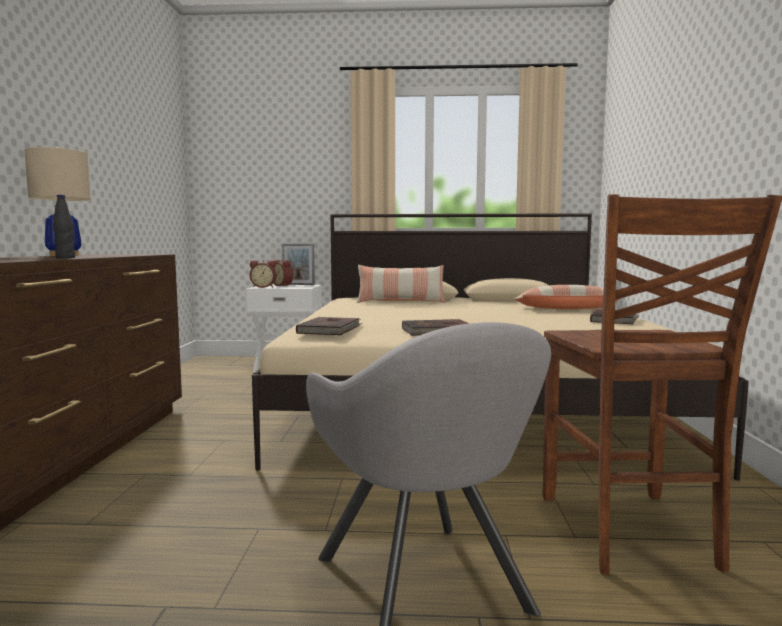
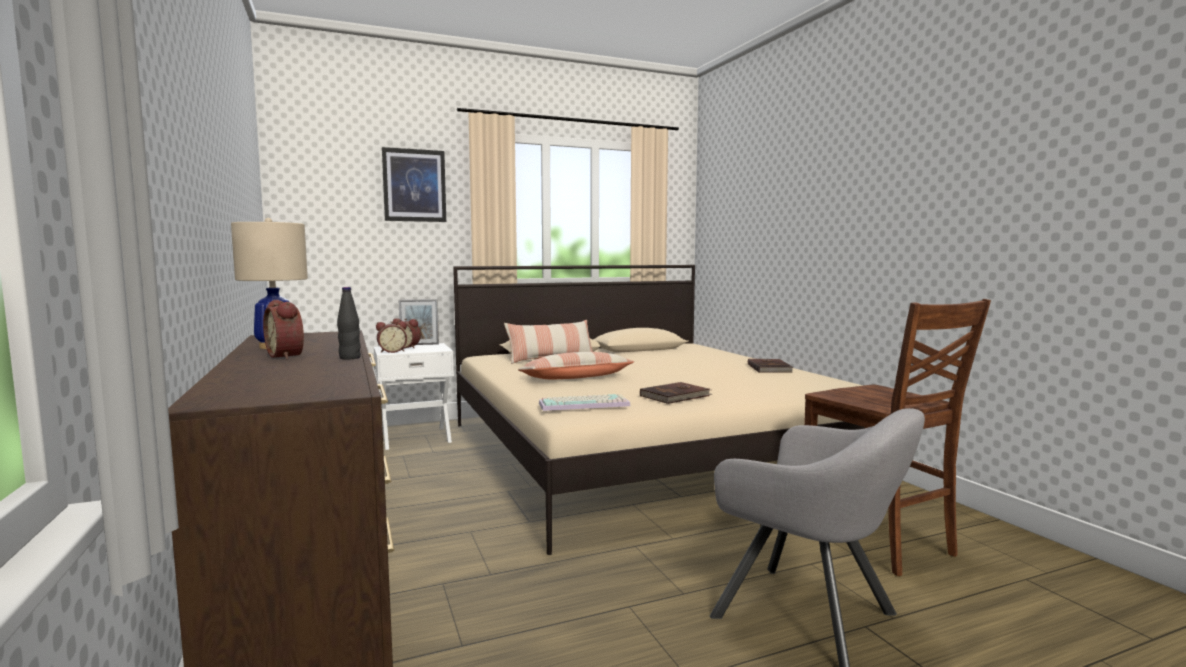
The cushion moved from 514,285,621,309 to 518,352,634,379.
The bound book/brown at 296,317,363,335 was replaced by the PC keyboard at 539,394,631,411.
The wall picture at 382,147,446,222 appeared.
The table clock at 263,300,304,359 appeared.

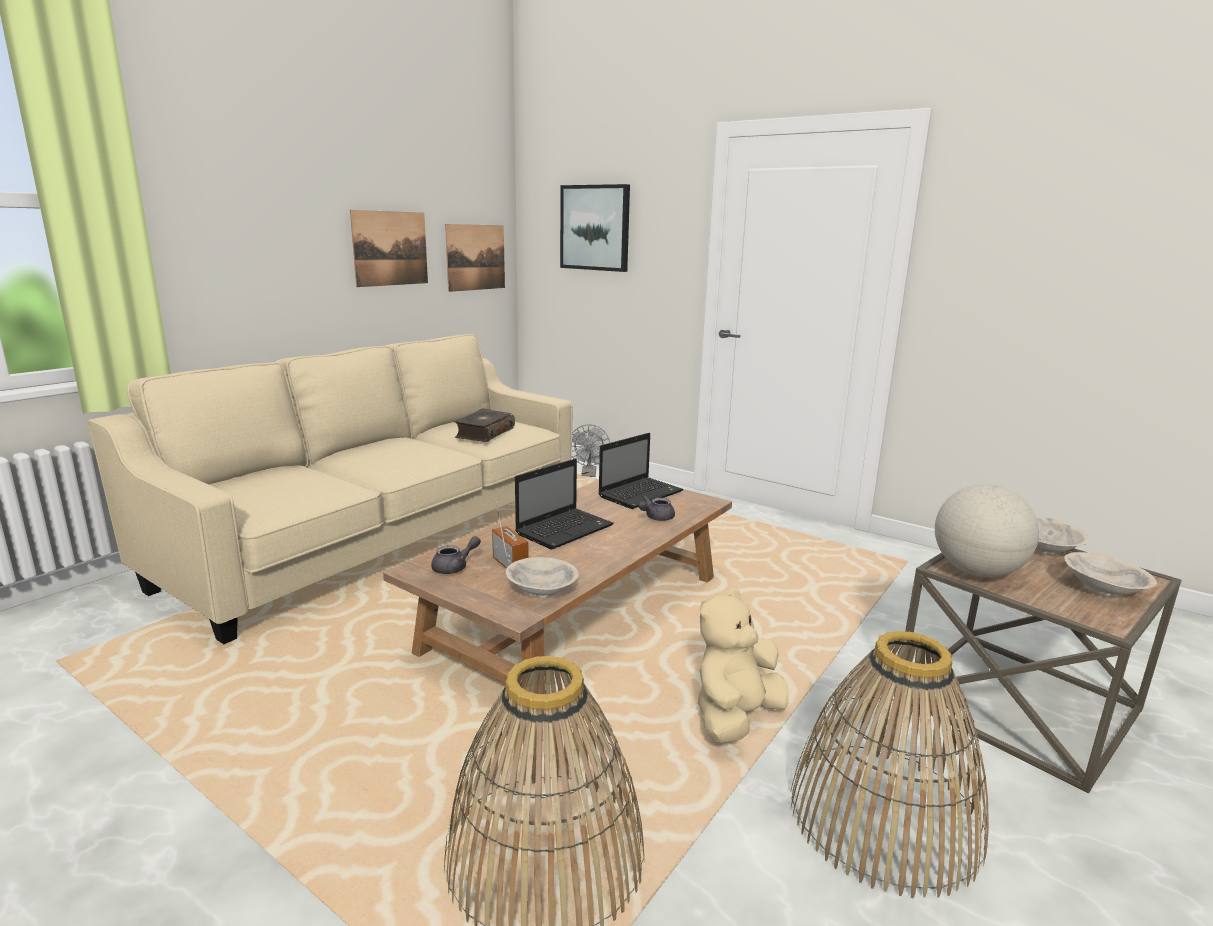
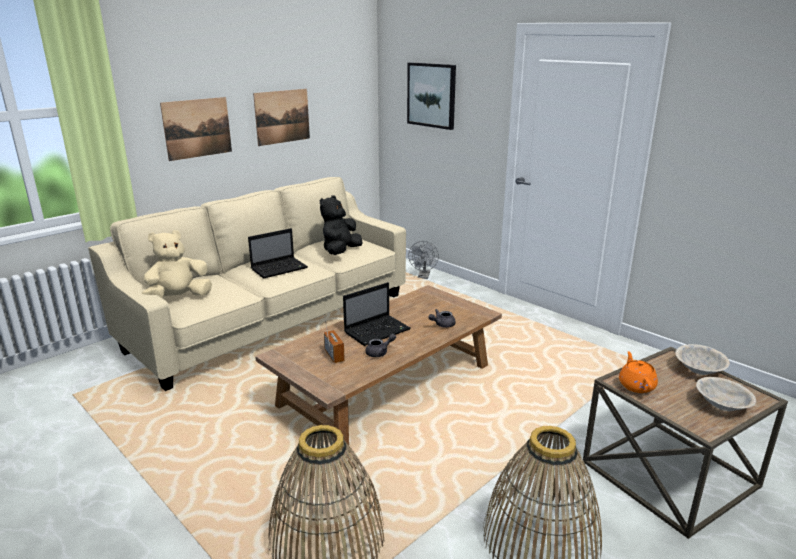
The wall picture moved from 445,224,505,292 to 160,97,232,161.
The bound book at 454,408,515,442 was replaced by the plush toy/black at 320,195,362,255.
The laptop moved from 598,433,683,509 to 248,228,308,279.
The world globe at 935,484,1039,577 was replaced by the teapot/orange-coloured at 619,351,658,393.
The teapot/greyish moved from 431,536,481,574 to 365,334,396,357.
The bowl/beige at 506,557,579,597 disappeared.
The plush toy/beige moved from 698,588,789,744 to 142,230,212,299.

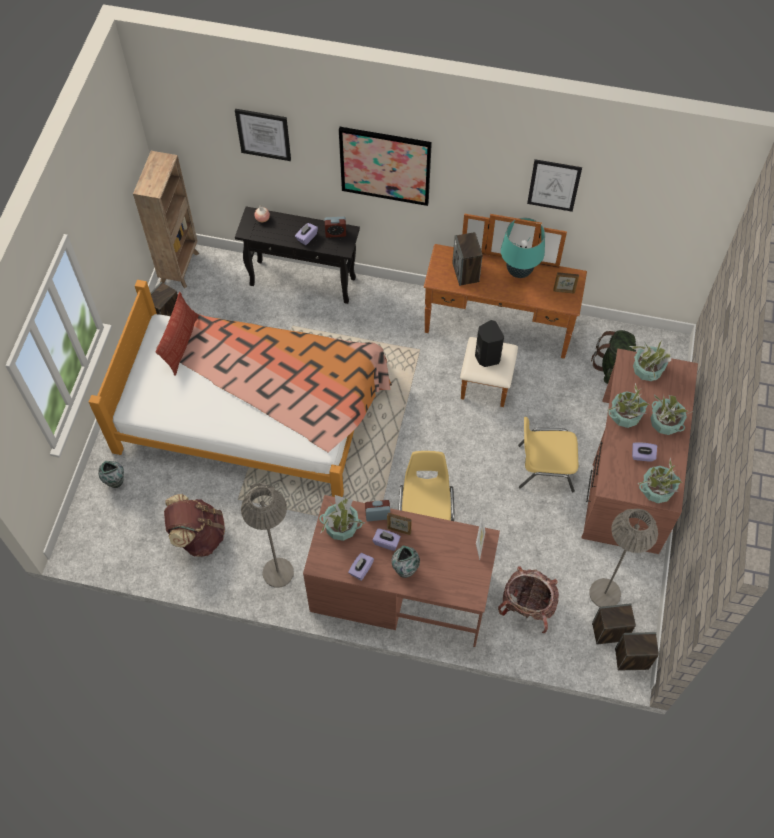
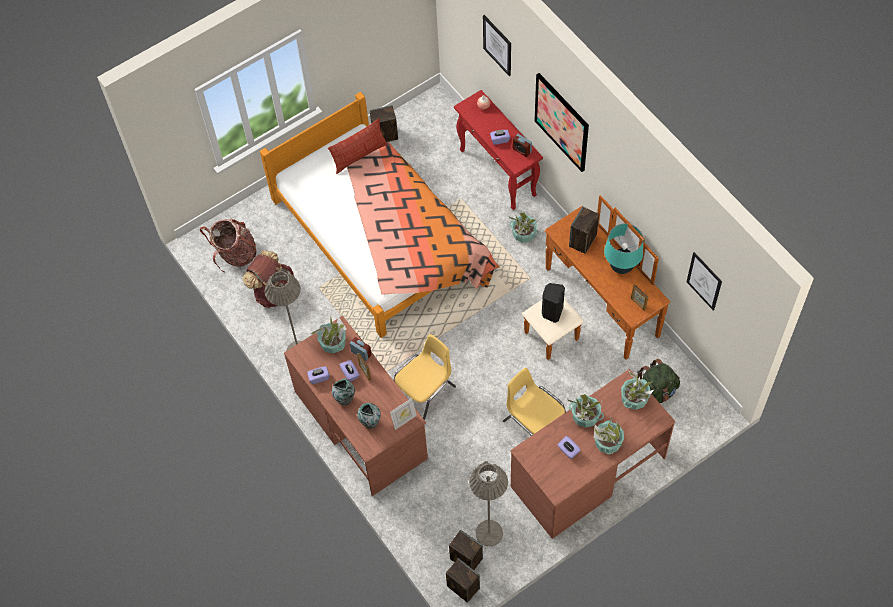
The shelving unit/brown at 133,151,199,288 disappeared.
The wall picture moved from 527,159,582,212 to 687,252,722,311.
The console table/black at 235,207,360,304 became the console table/reddish at 454,90,543,210.
The plant in a pot moved from 638,458,682,503 to 509,212,539,243.
The vase moved from 98,461,124,488 to 357,403,381,429.
The knapsack moved from 498,566,559,633 to 200,219,256,273.

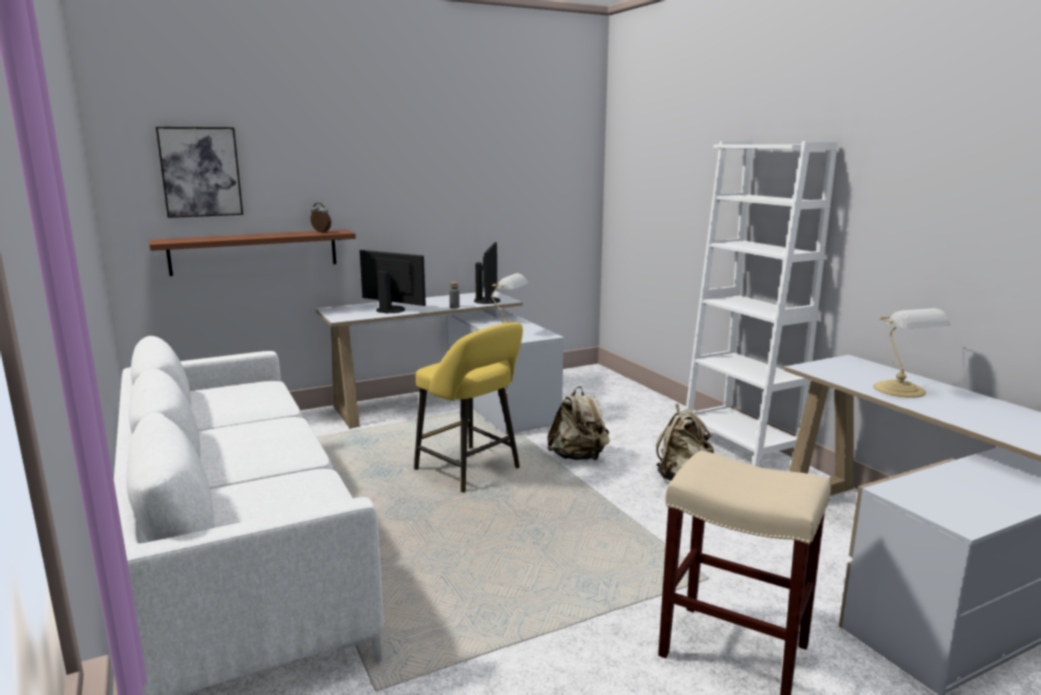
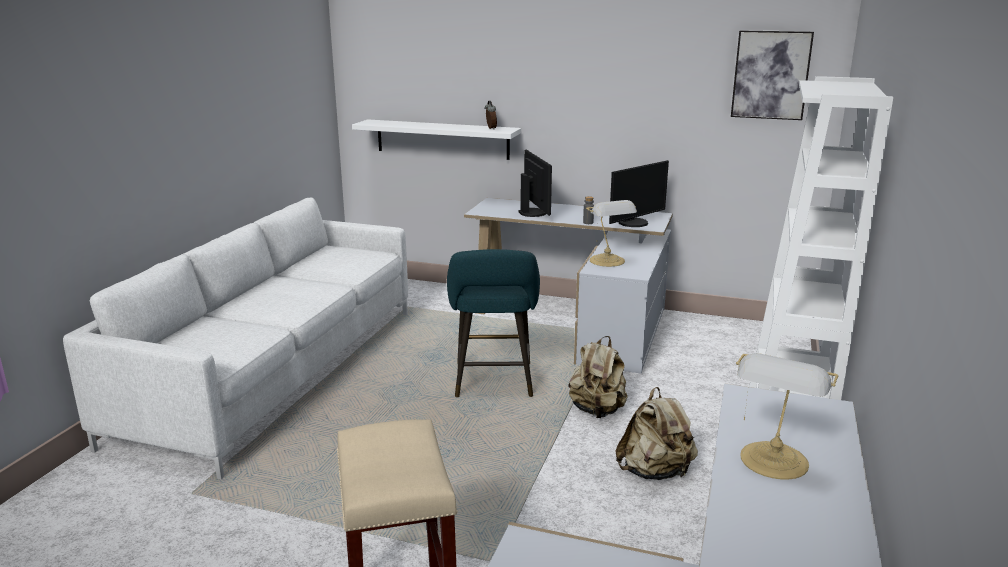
The wall picture moved from 156,127,243,218 to 731,30,814,120.
The bracket shelf/brown at 149,229,356,276 became the bracket shelf/white-coloured at 352,119,521,160.
The stool/yellow at 414,322,523,493 became the stool/turquoise at 447,249,540,398.

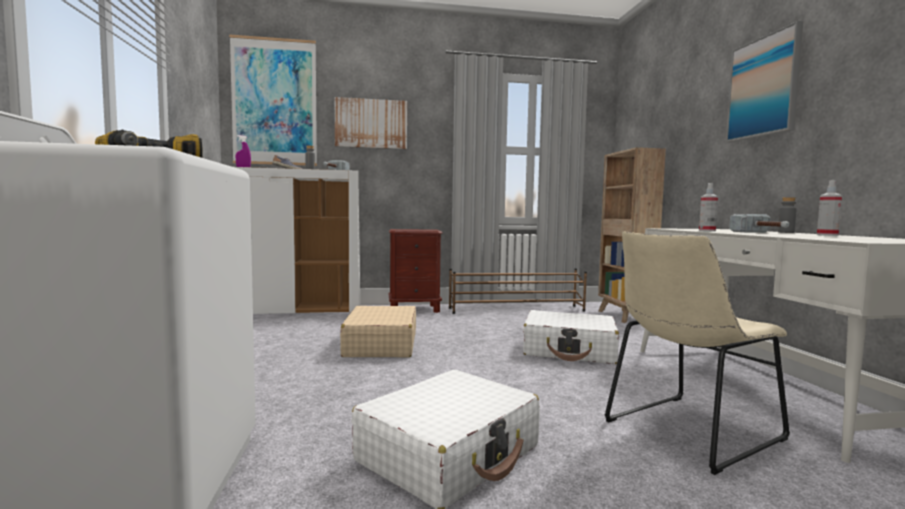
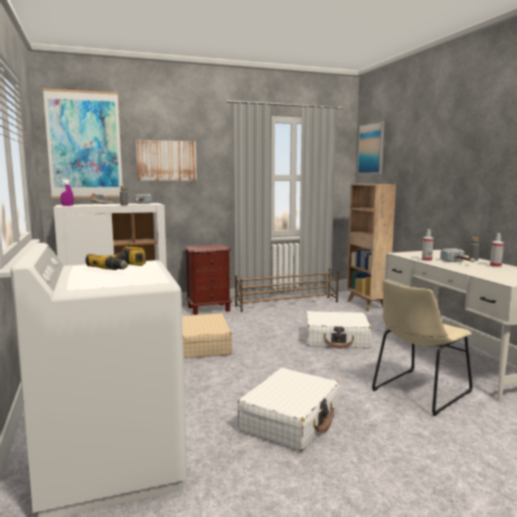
The wall picture moved from 726,21,803,142 to 357,121,385,174.

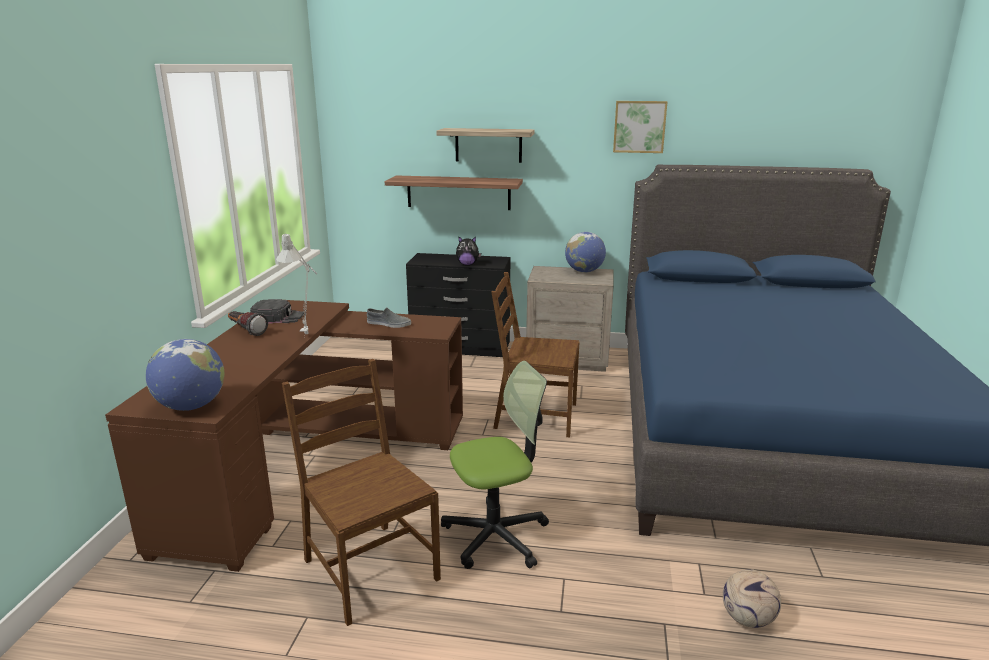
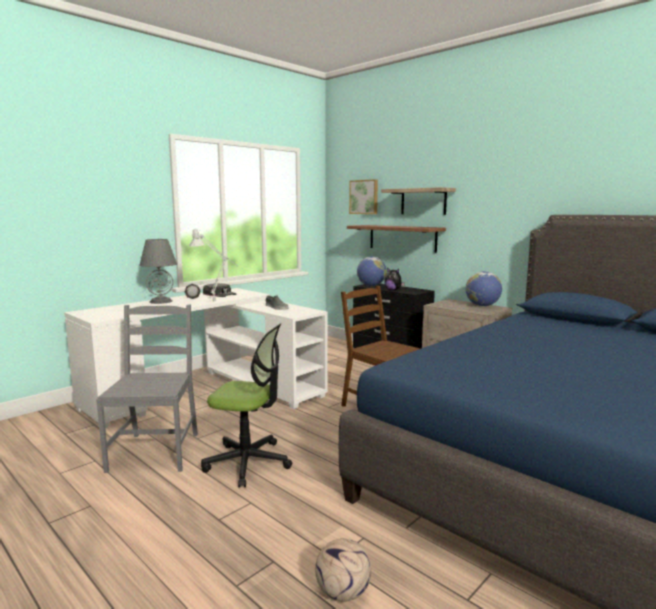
The wall picture moved from 613,101,667,153 to 349,179,378,214.
The desk unit/brown at 105,300,463,572 became the desk unit/white-coloured at 64,288,327,428.
The world globe moved from 146,339,225,411 to 357,257,387,286.
The chair/brown at 282,359,441,626 became the chair/greyish at 96,305,198,473.
The lamp for a table/greyish at 139,239,177,304 appeared.

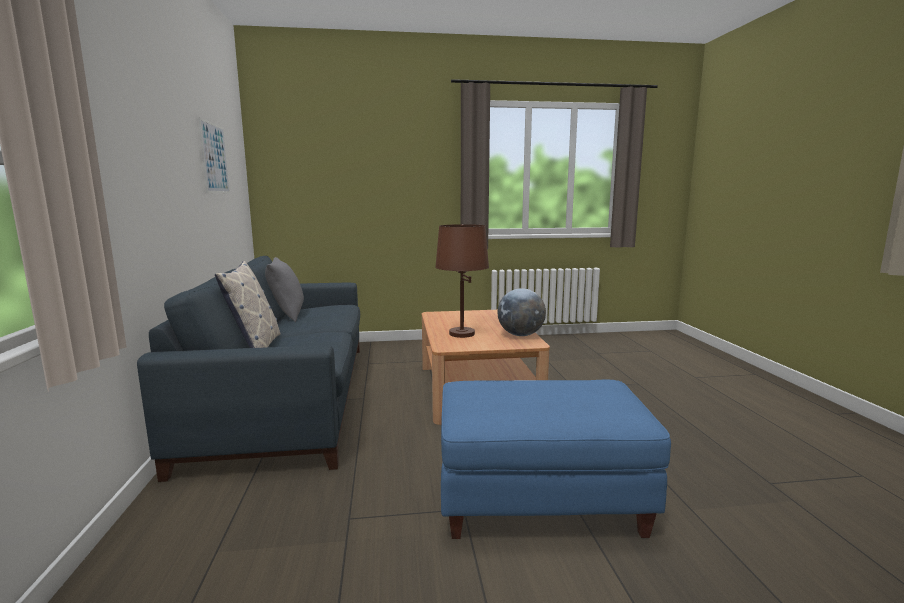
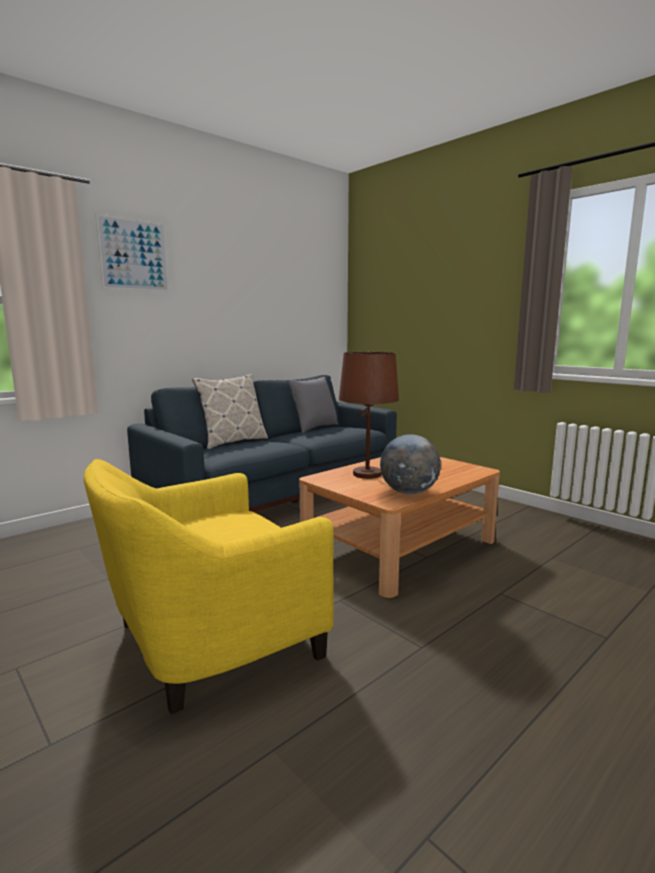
The wall picture moved from 198,117,230,193 to 95,213,170,292.
The footrest/blue-coloured at 441,380,671,539 was replaced by the armchair/yellow at 84,459,333,714.

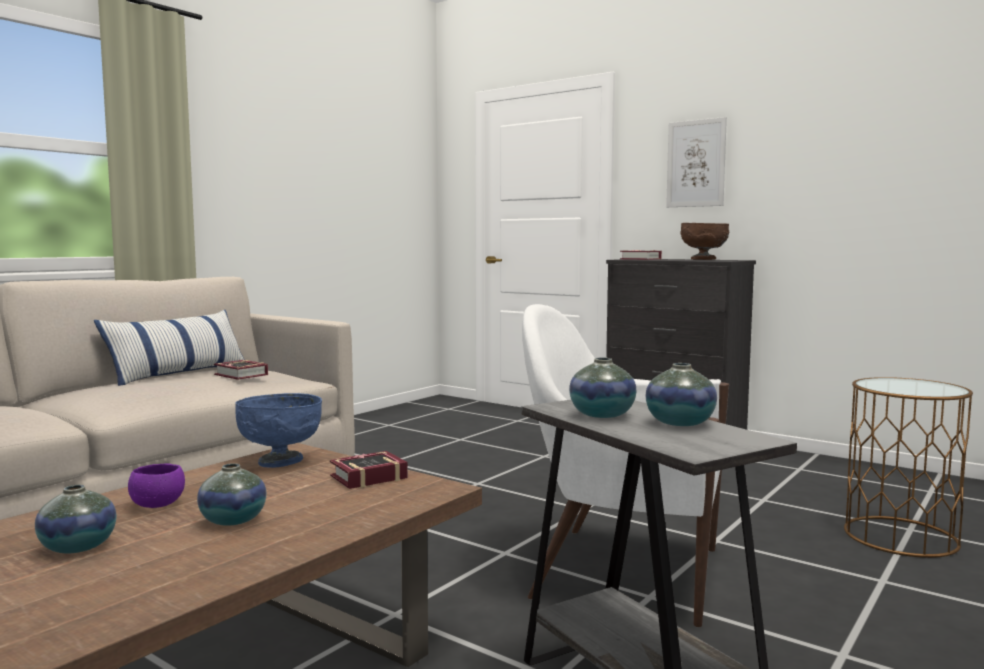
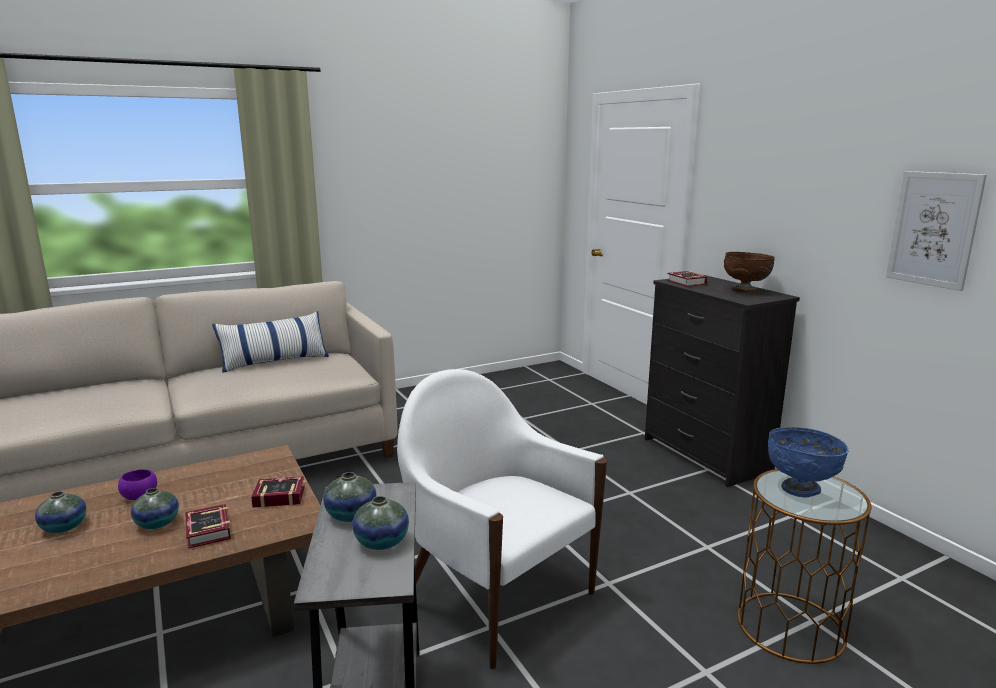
The wall picture moved from 666,117,727,207 to 886,171,987,291.
The bound book moved from 214,360,268,380 to 185,504,232,549.
The bowl/blue-coloured moved from 235,393,322,468 to 768,427,849,497.

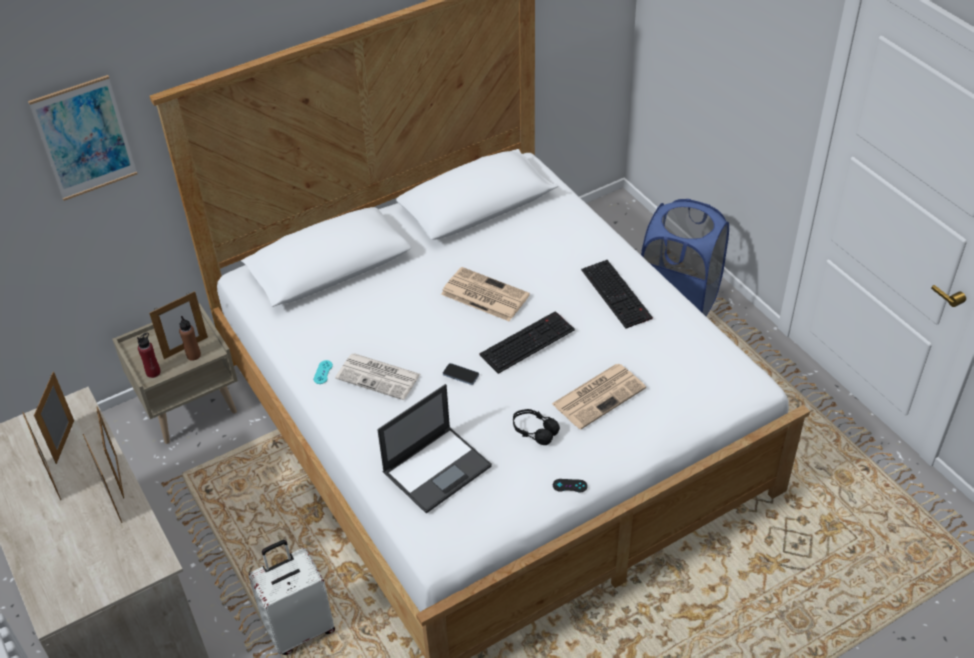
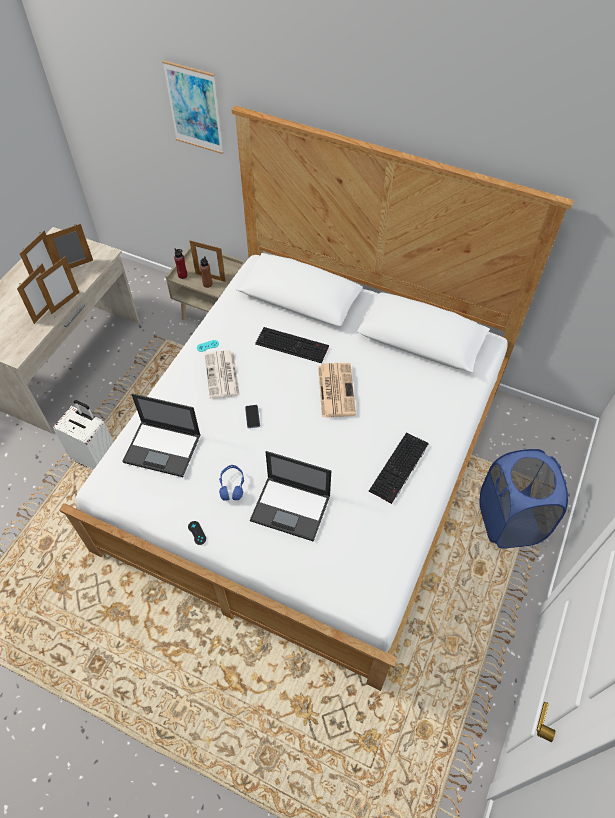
The PC keyboard moved from 479,311,575,374 to 255,327,329,363.
The printed paper at 552,364,646,429 was replaced by the laptop at 250,451,331,541.
The pair of headphones/black at 513,409,560,445 became the pair of headphones/blue-coloured at 219,465,244,501.

